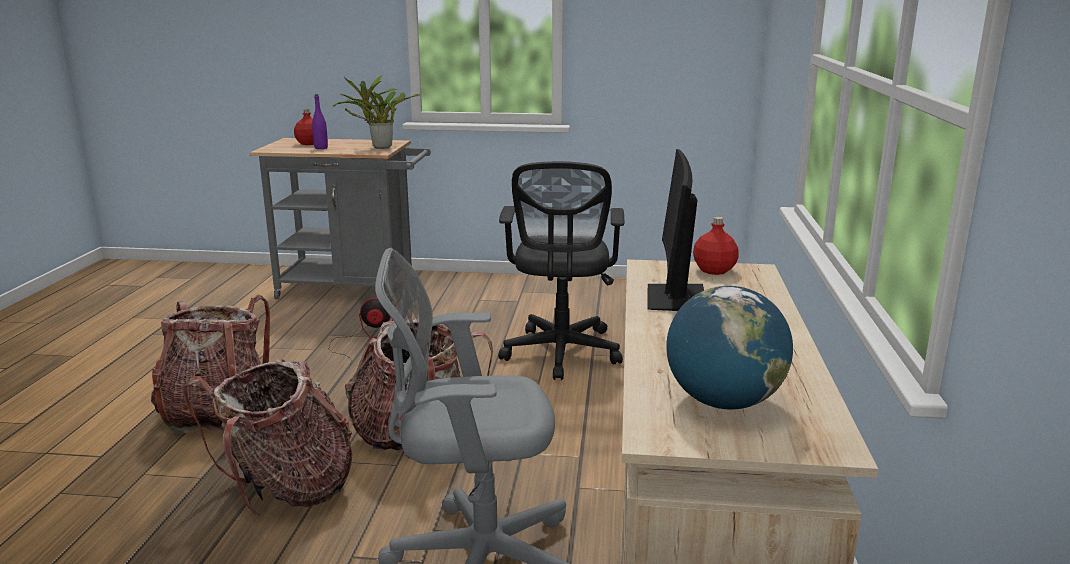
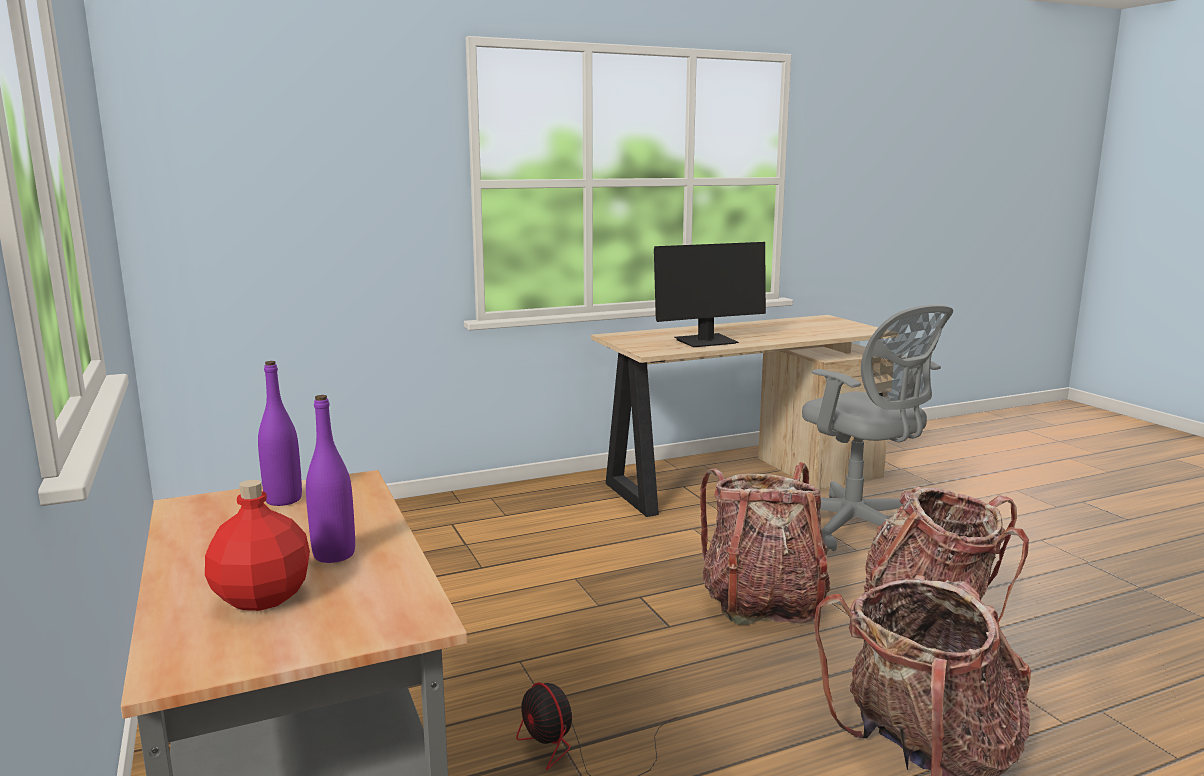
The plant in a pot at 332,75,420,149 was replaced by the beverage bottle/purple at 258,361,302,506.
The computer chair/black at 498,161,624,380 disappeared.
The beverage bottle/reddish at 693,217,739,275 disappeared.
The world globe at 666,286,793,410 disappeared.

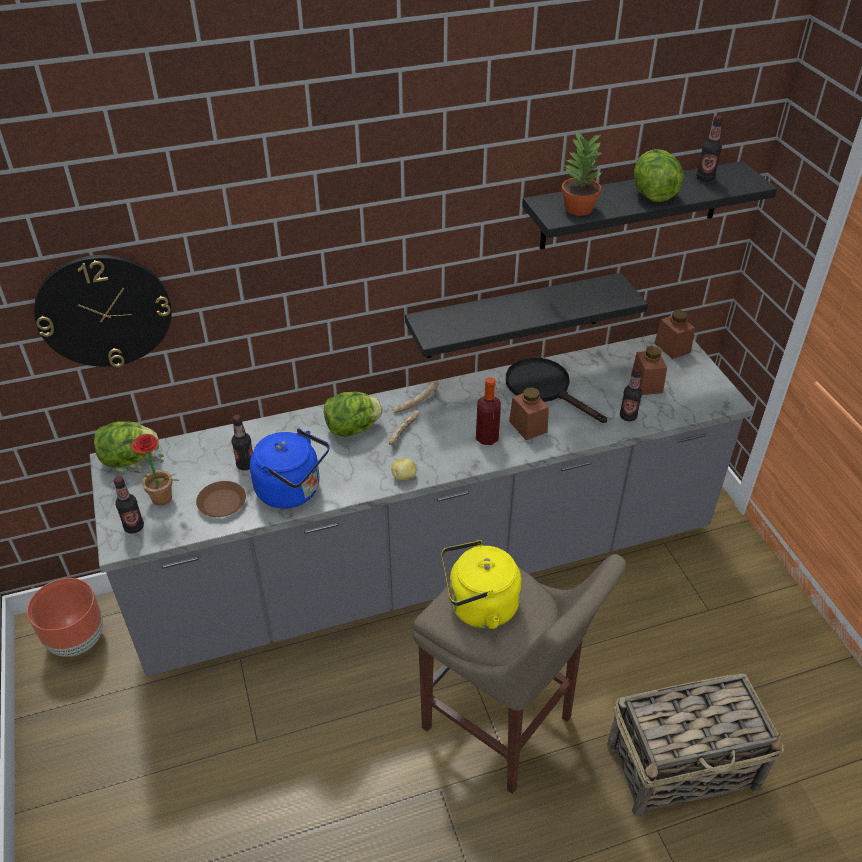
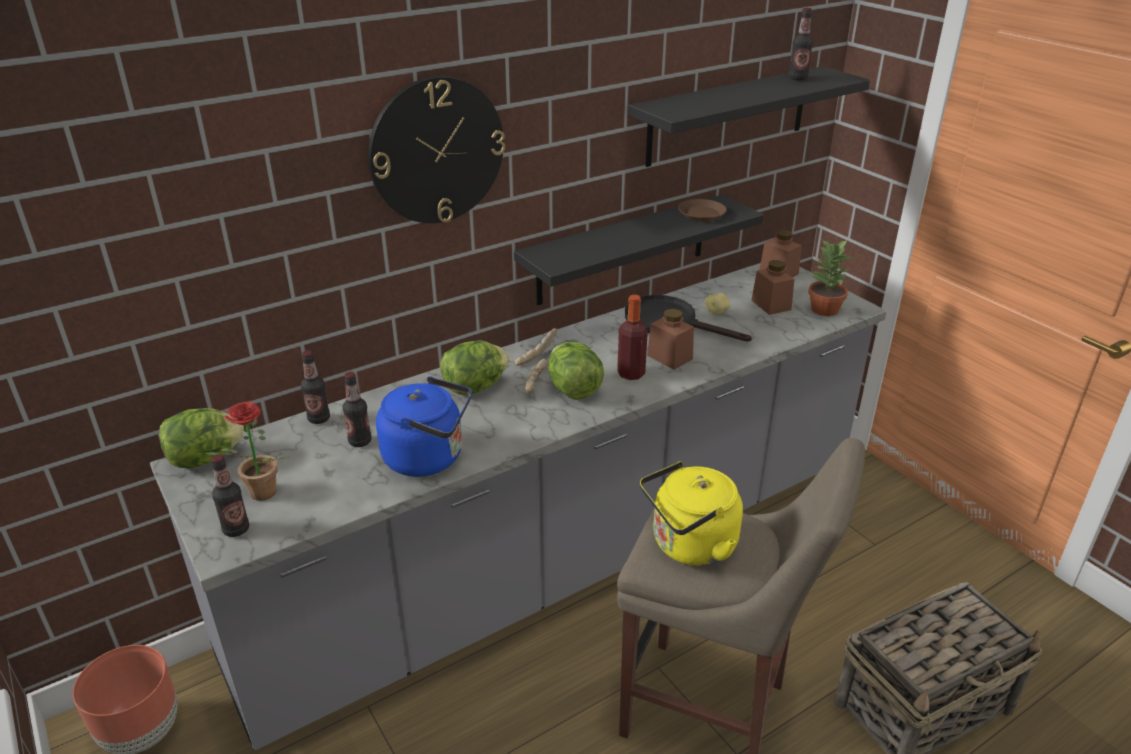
The plant in a pot moved from 561,131,604,216 to 808,239,854,316.
The lettuce head moved from 634,149,684,202 to 548,342,604,400.
The hanging clock moved from 34,255,172,367 to 368,76,505,223.
The beverage bottle moved from 620,367,642,421 to 301,350,330,424.
The whole potato moved from 391,458,416,480 to 705,293,730,315.
The plate/brown moved from 196,481,246,517 to 678,199,727,221.

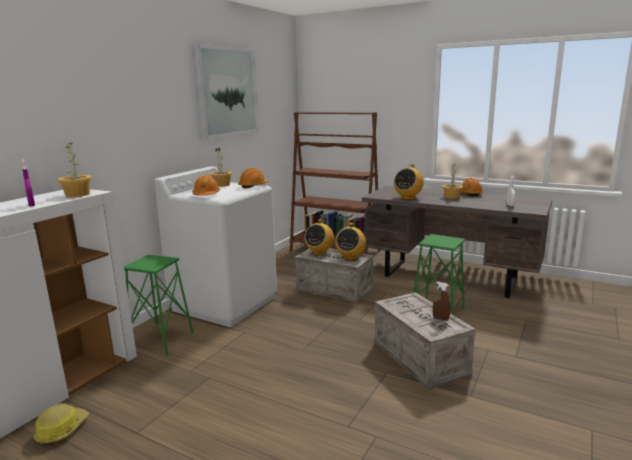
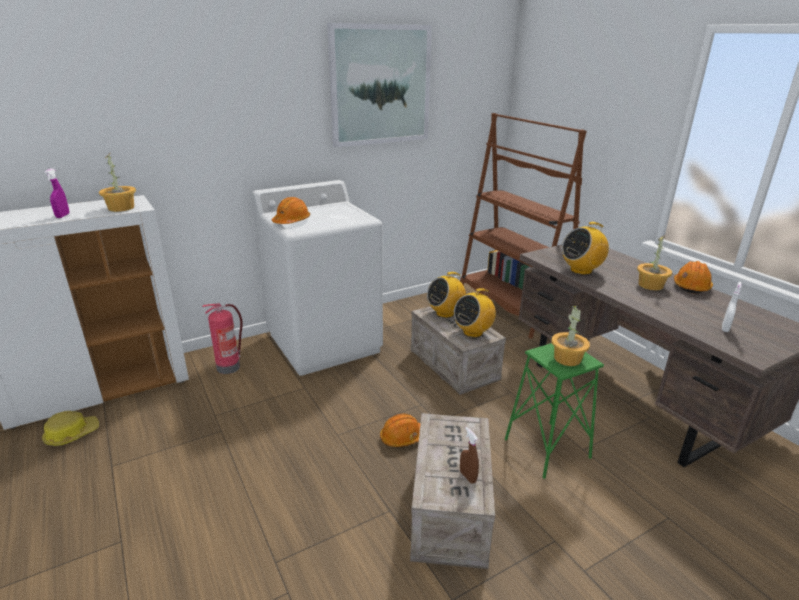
The plant in a pot moved from 210,148,232,187 to 551,305,590,366.
The work helmet/orange-coloured moved from 238,168,269,189 to 380,414,420,447.
The stool/green at 124,255,193,355 was replaced by the extinguisher at 203,303,243,374.

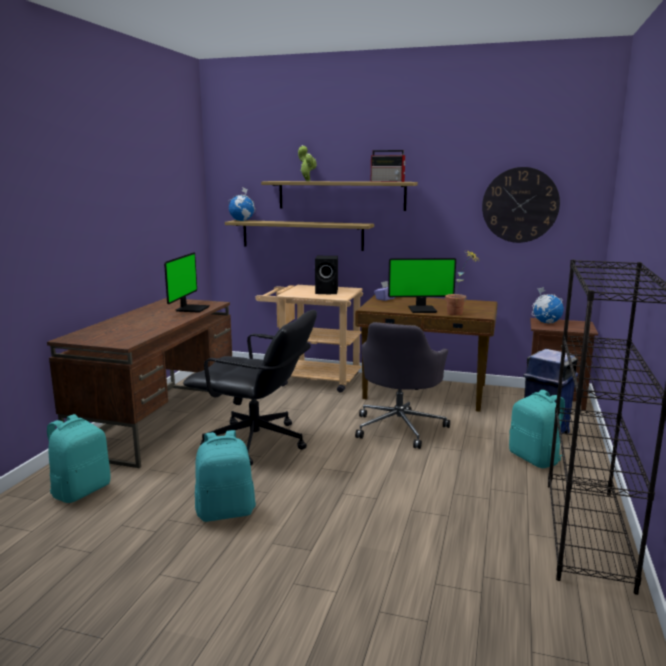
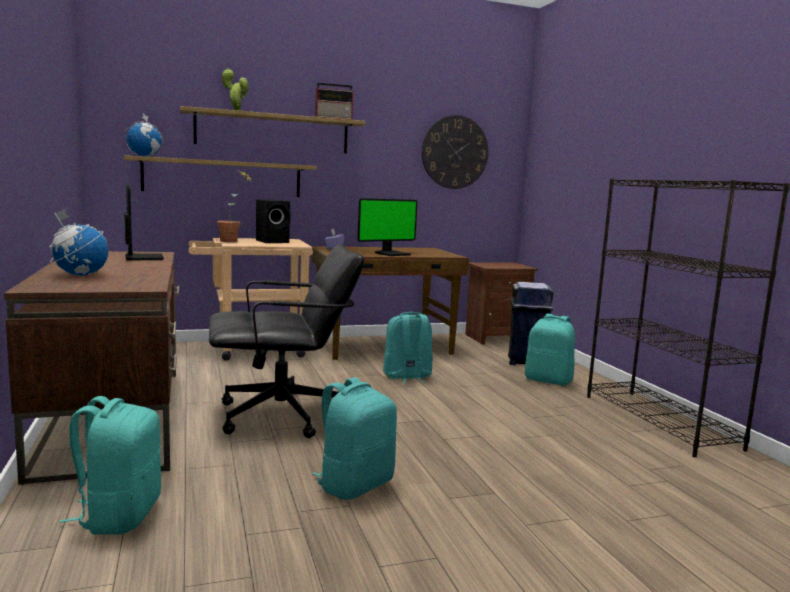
The plant in a pot moved from 445,251,479,315 to 217,170,250,242.
The world globe moved from 532,287,564,323 to 49,209,108,275.
The computer chair/greyish at 355,322,450,449 was replaced by the knapsack/turquoise at 383,312,432,384.

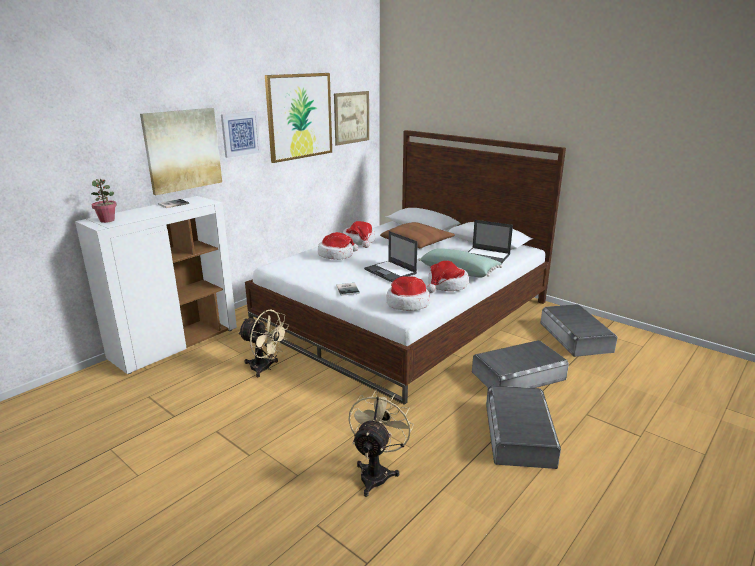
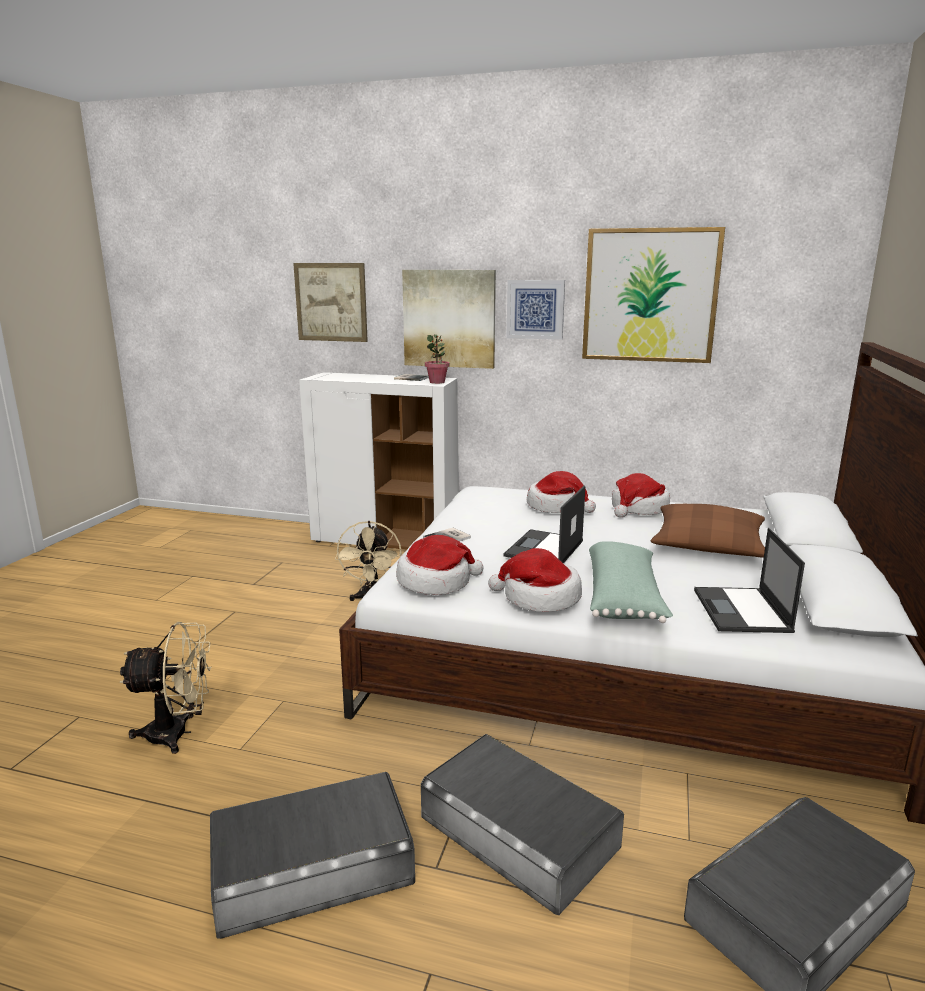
The wall picture moved from 334,91,369,146 to 293,263,368,342.
The plant in a pot moved from 91,179,117,223 to 425,334,450,384.

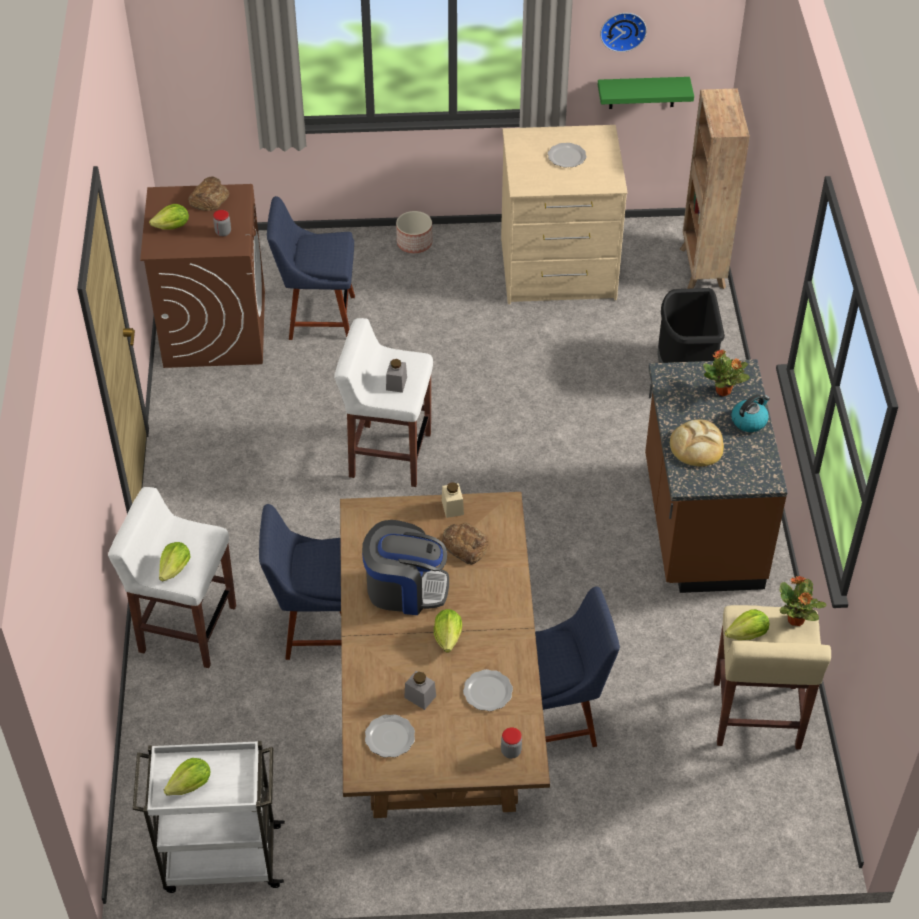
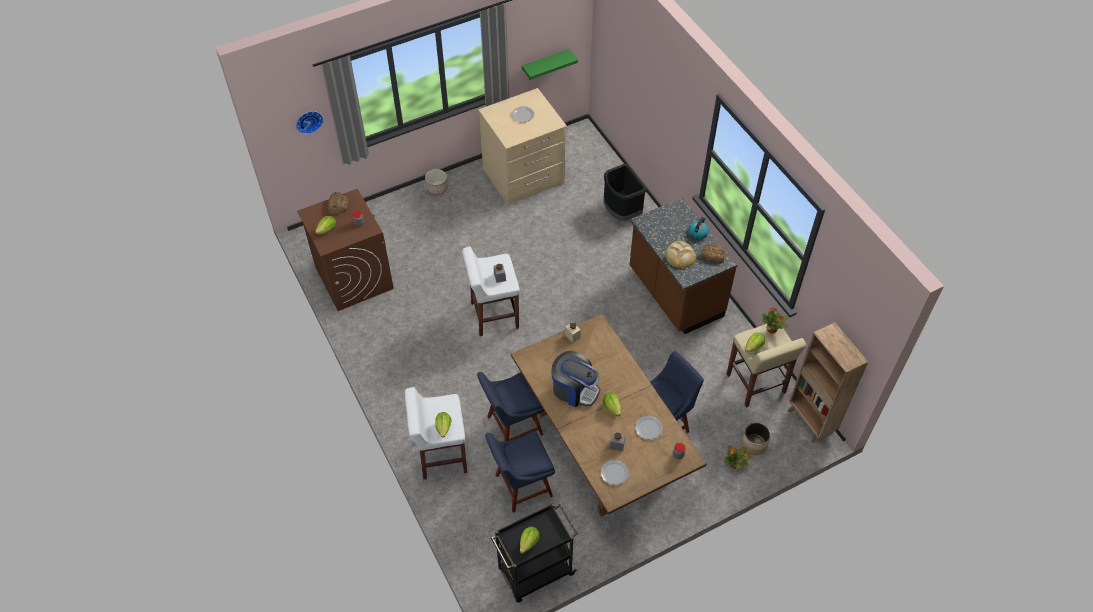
The hanging clock moved from 600,13,647,52 to 296,111,323,134.
The shelving unit/brown moved from 680,88,750,289 to 788,322,868,443.
The chair/blue-coloured moved from 267,196,355,340 to 485,431,555,513.
The plant in a pot moved from 703,349,750,396 to 724,445,751,469.
The coffee brewer at 362,520,449,615 turned 45 degrees clockwise.
The bakery bread moved from 442,523,488,565 to 701,243,726,264.
The cart/white-coloured at 133,741,285,893 became the cart/black at 491,503,577,603.
The planter at 742,423,771,455 appeared.

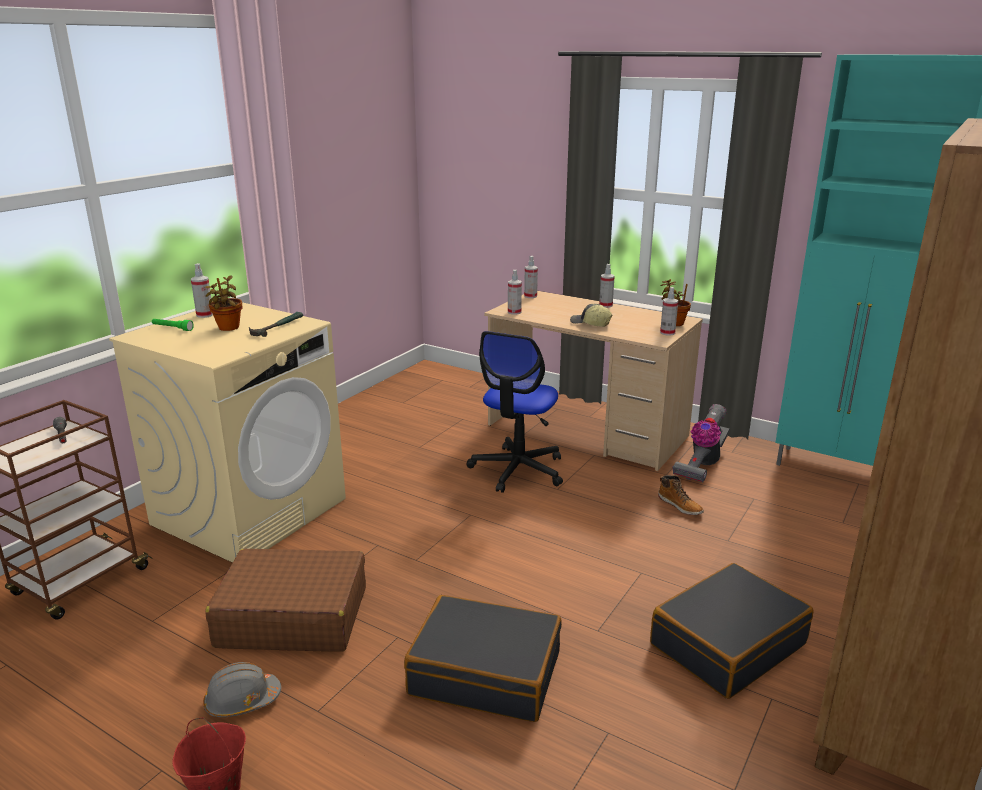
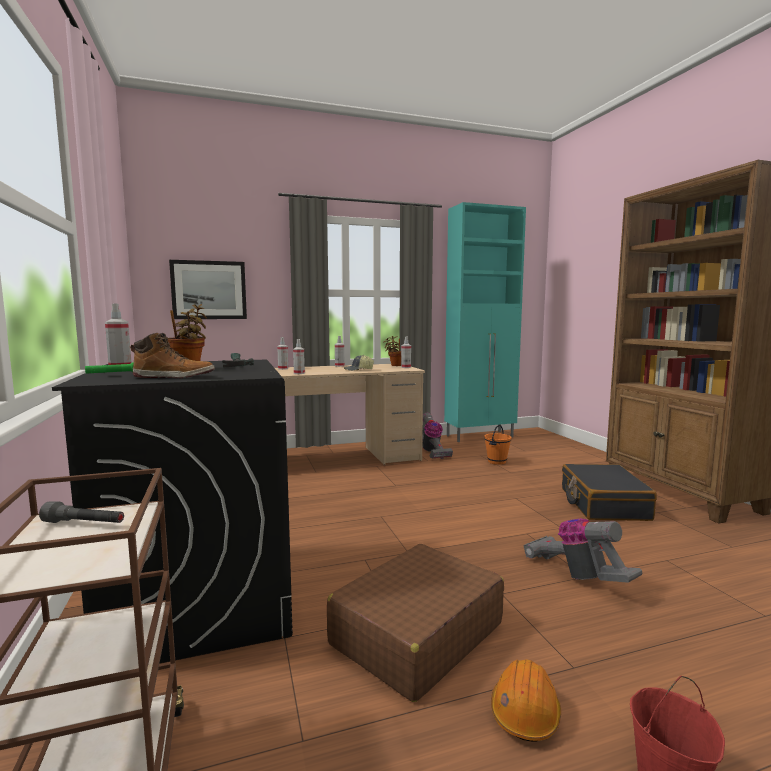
The laundry appliance/beige at 109,302,346,563 became the laundry appliance/black at 52,360,293,663.
The computer chair at 466,331,563,493 disappeared.
The tall boot moved from 658,475,704,515 to 130,333,215,379.
The piece of luggage/black at 404,595,562,722 was replaced by the hoover at 524,518,642,583.
The work helmet/greyish at 203,662,281,717 became the work helmet/orange-coloured at 491,659,561,742.
The wall picture at 169,260,247,319 appeared.
The water bucket/orange-coloured at 484,425,511,465 appeared.

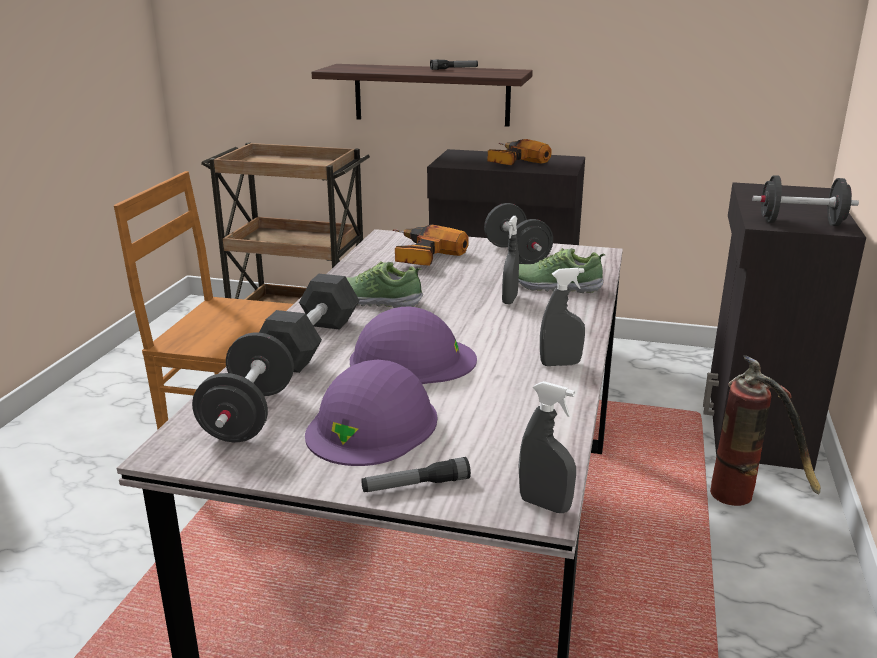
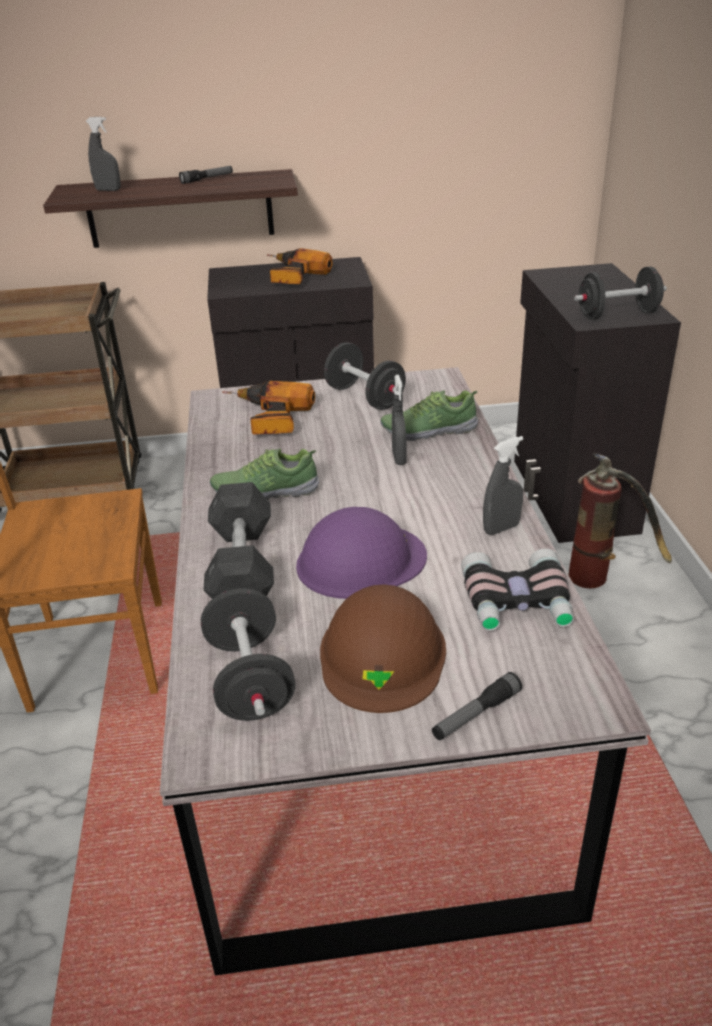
The work helmet/purple at 305,360,437,466 became the work helmet/brown at 320,584,446,713.
The sprayer/greyish moved from 519,381,576,513 to 86,117,121,191.
The binoculars at 461,548,574,631 appeared.

